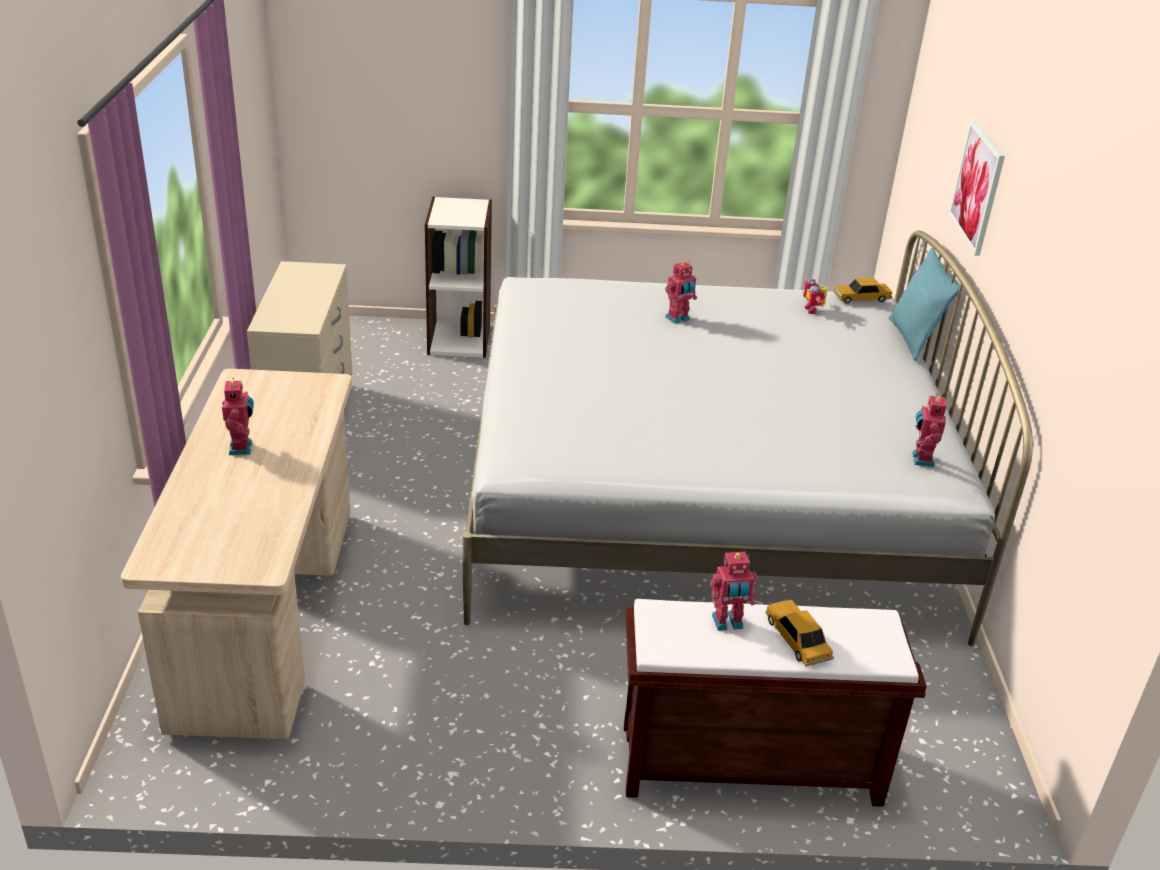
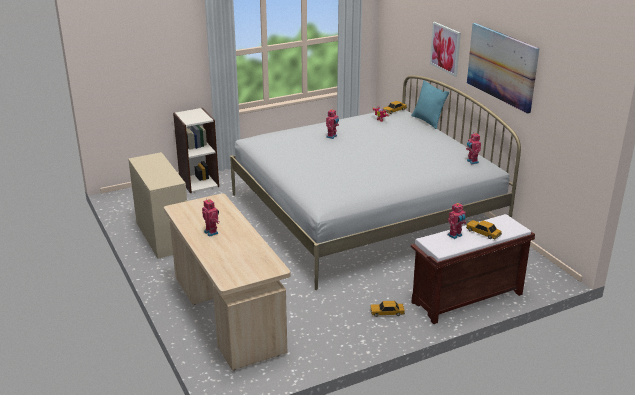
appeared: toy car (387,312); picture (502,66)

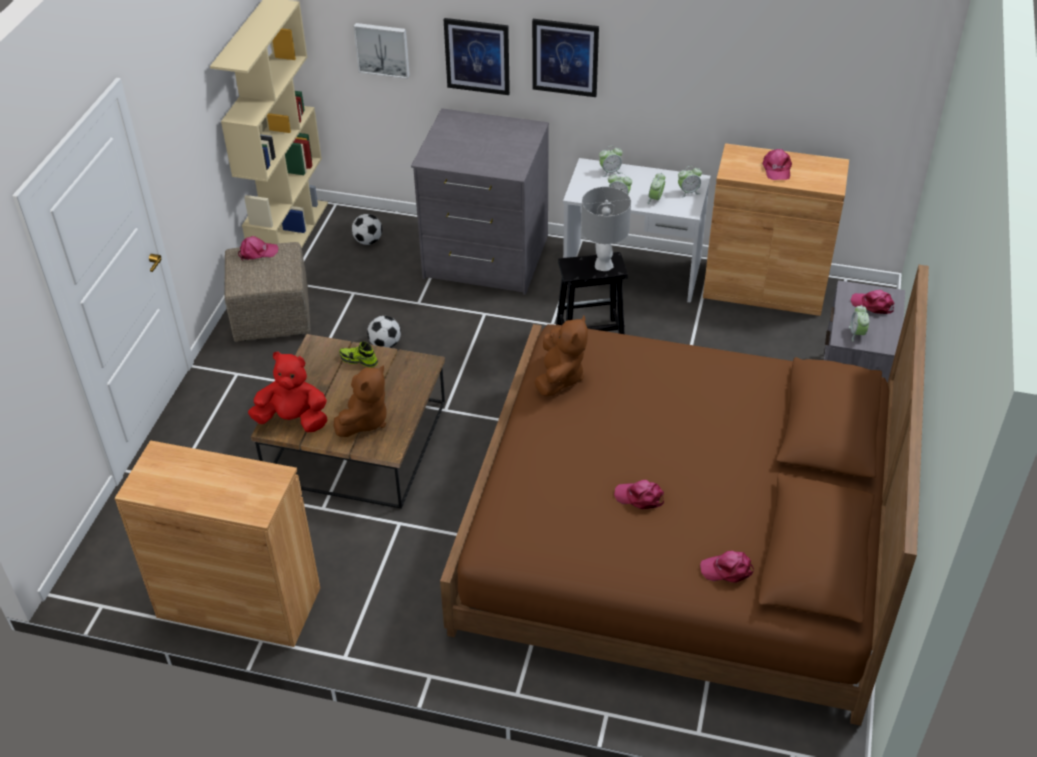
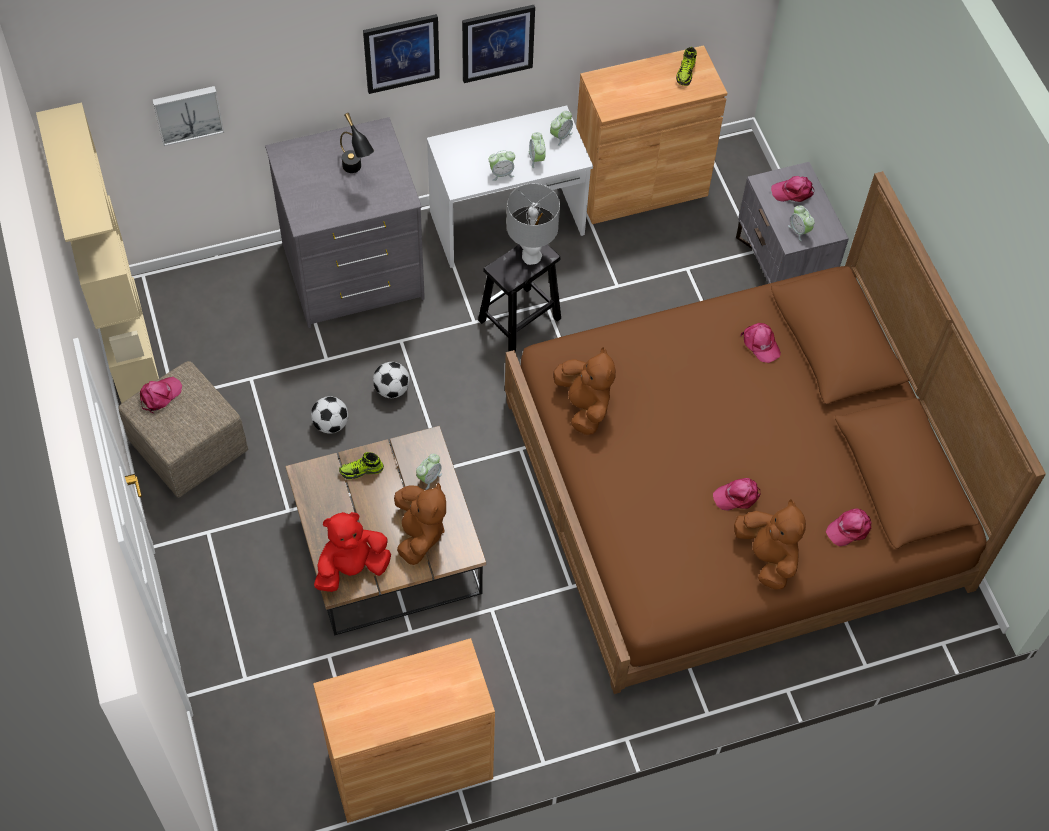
appeared: black-coloured lamp for a table (356,172); low shoe (686,73); brownish cuddly toy (767,557)
relocated: ball for football (368,241) to (392,389); picture (477,56) to (497,43); alarm clock (610,172) to (429,478); pink baseball cap (776,169) to (760,344)

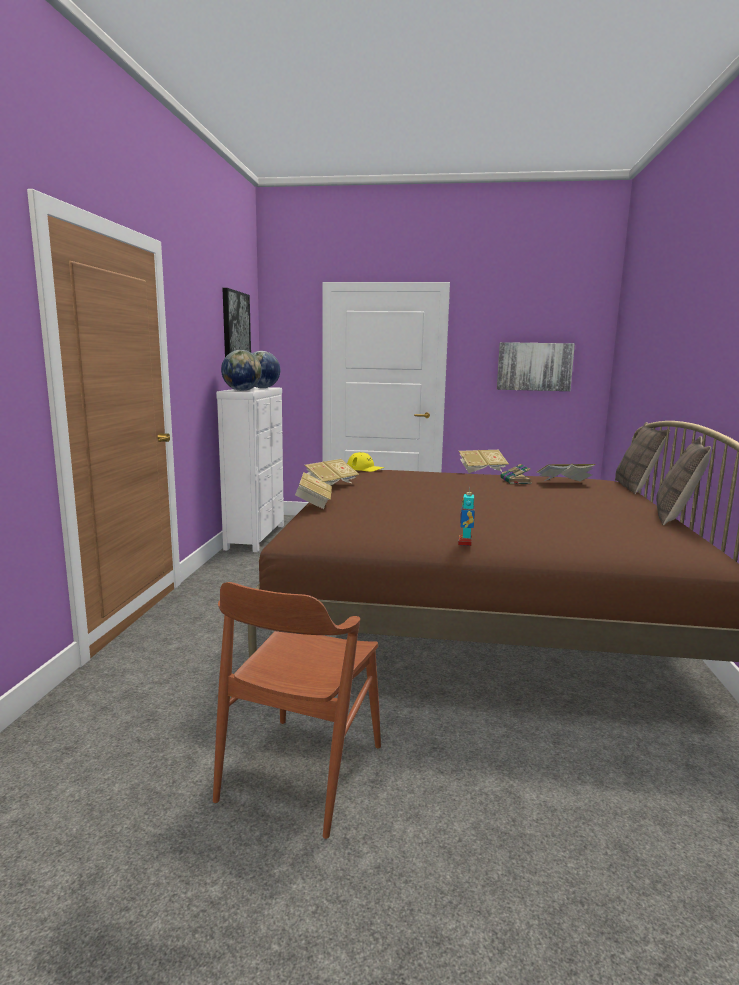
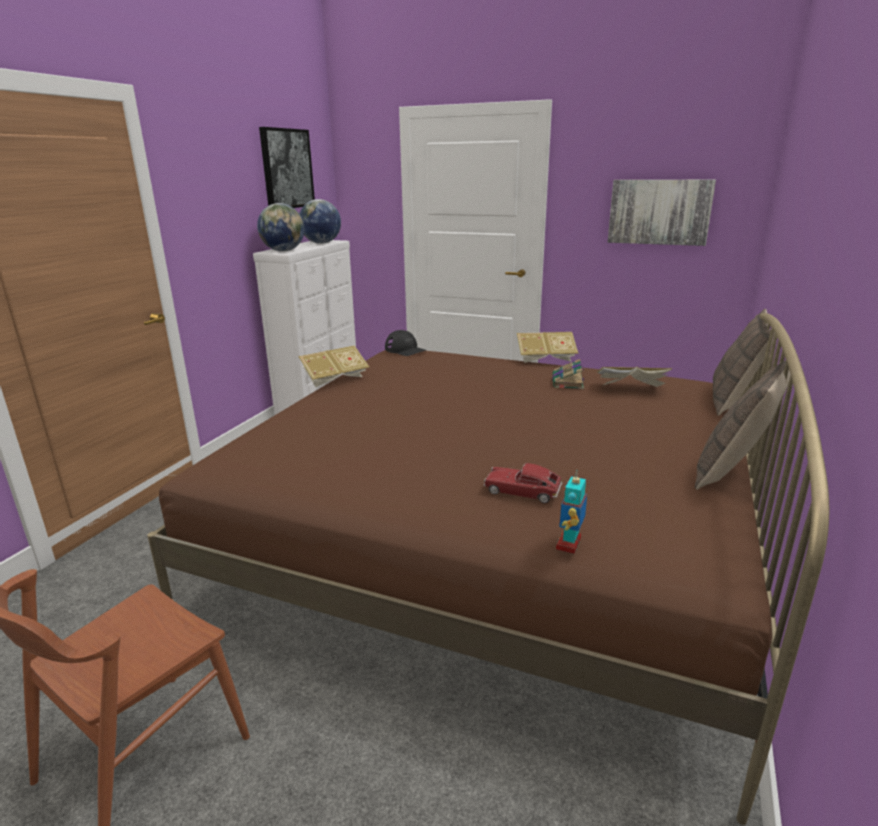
missing: bound book (314,503)
appeared: toy car (522,491)
relocated: robot figure (465,542) to (569,544)
colour: yellowish baseball cap (365,468) to black-coloured baseball cap (405,350)

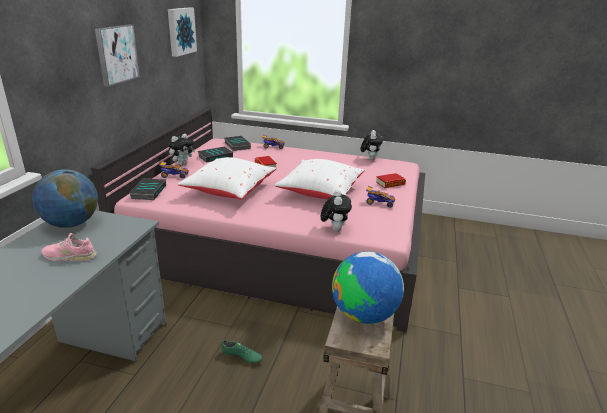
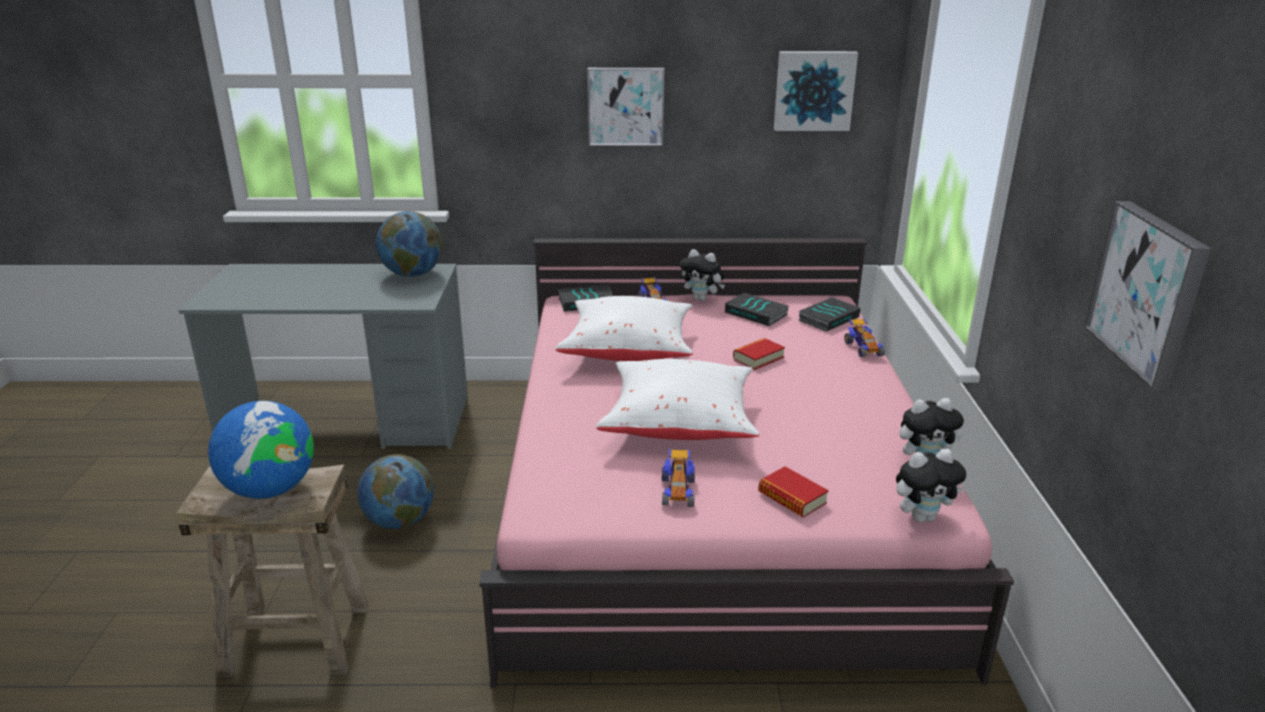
missing: pink low shoe (70,256)
appeared: picture (1148,292)
relocated: cuddly toy (334,229) to (922,517)
exchanged: greenish low shoe (241,357) to globe (400,521)

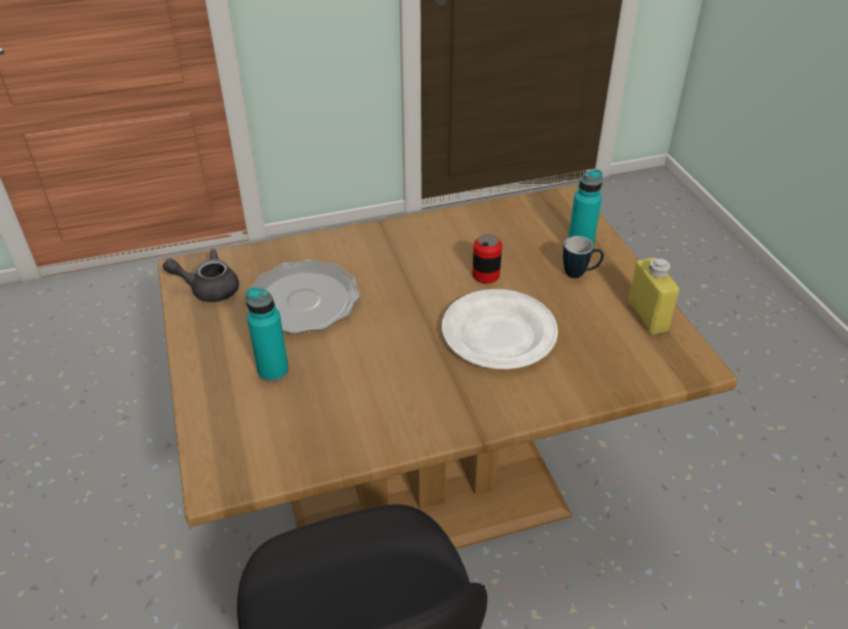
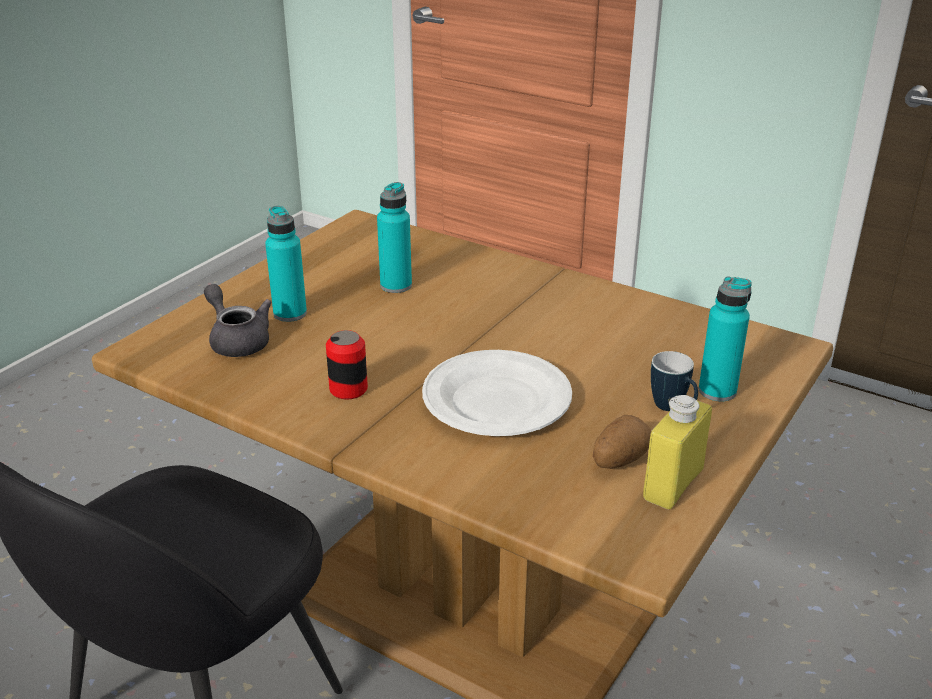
appeared: spud (619,460)
relocated: grey pot for tea (209,289) to (237,340); sealed can (486,275) to (348,389)
exchanged: dinner plate (304,300) to blue-green drink bottle (396,285)

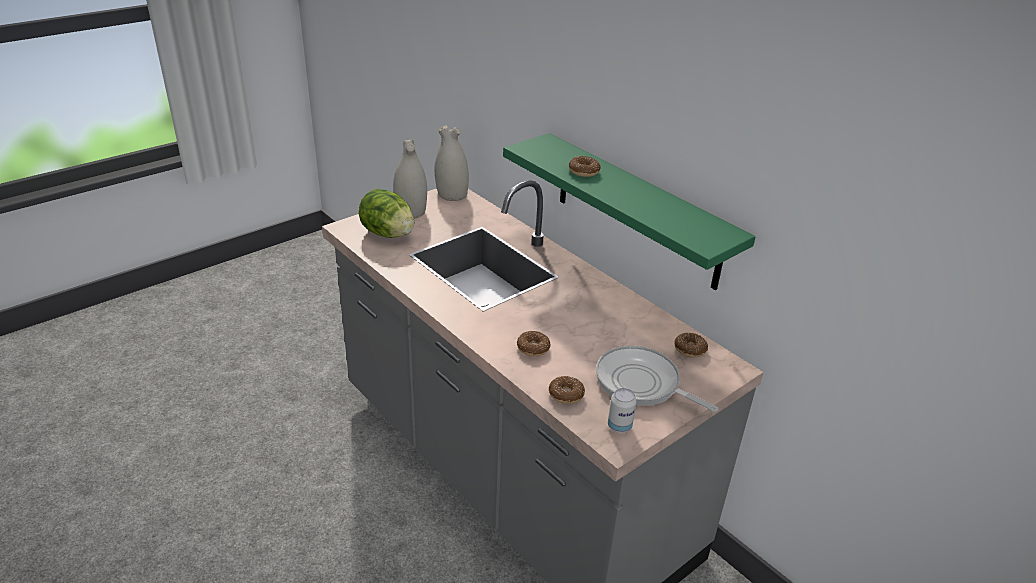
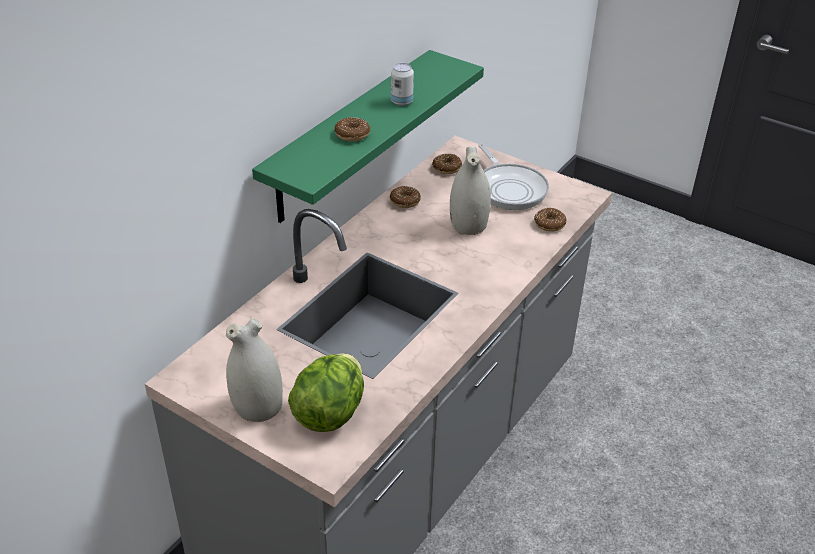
relocated: whitish decorative vase (451,195) to (468,226); donut (533,348) to (405,201); sealed can (619,426) to (401,102)
spun: frying pan (641,384) = (509,188) 45 degrees counterclockwise

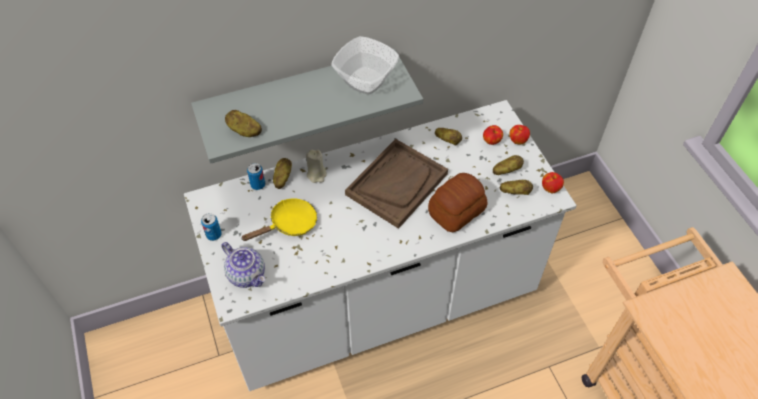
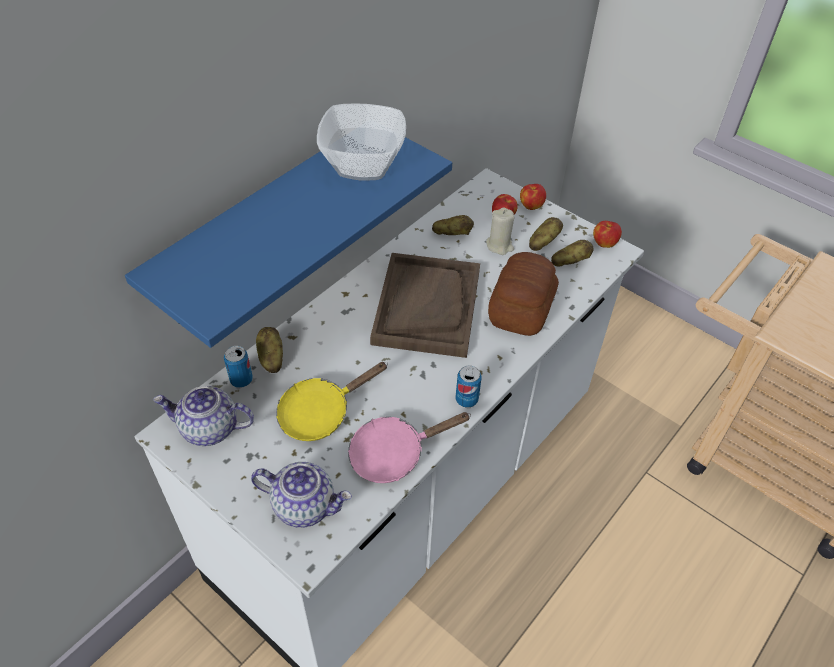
missing: spud (244,131)
appeared: pot for tea (209,429); pink frying pan (394,453)
relocated: sealed can (214,235) to (466,399); beige-coloured wax light (316,175) to (499,246)
colour: grey wall shelf (298,96) to blue-coloured wall shelf (266,224)
spun: yellowish frying pan (289,224) = (320,412) 150 degrees counterclockwise

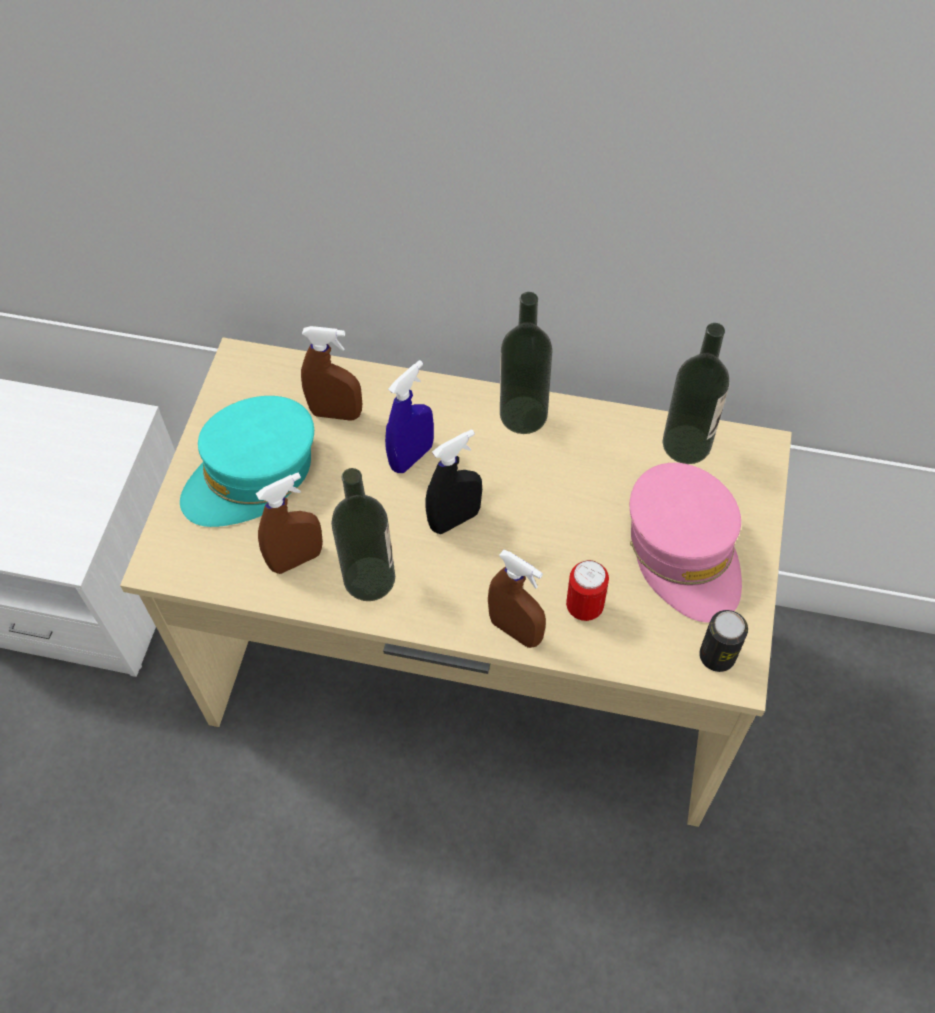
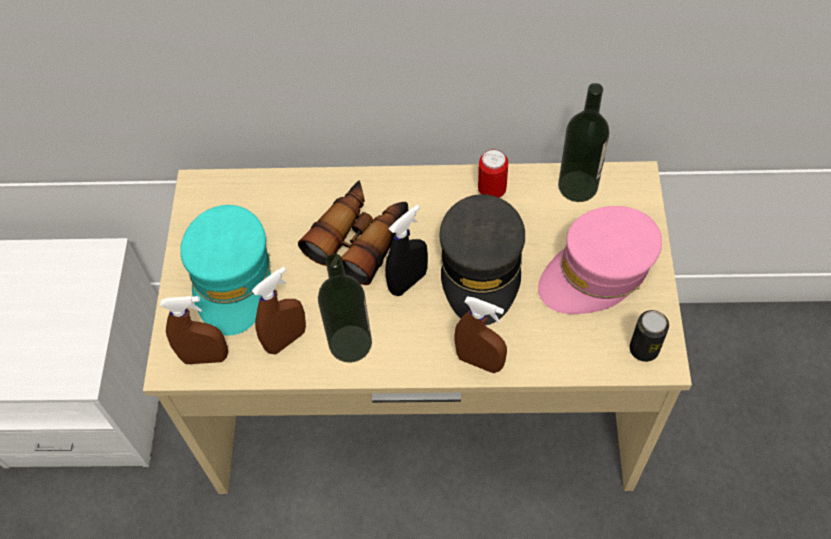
missing: drink bottle (523,415)
appeared: grey baseball cap (481,268)
relocated: brownish hand sprayer (336,413) to (205,357); sealed can (584,607) to (492,191)
exchanged: blue-coloured hand sprayer (412,457) to pair of binoculars (360,238)
spun: blue-green baseball cap (252,475) = (232,278) 45 degrees counterclockwise; pink baseball cap (684,552) = (597,272) 90 degrees clockwise

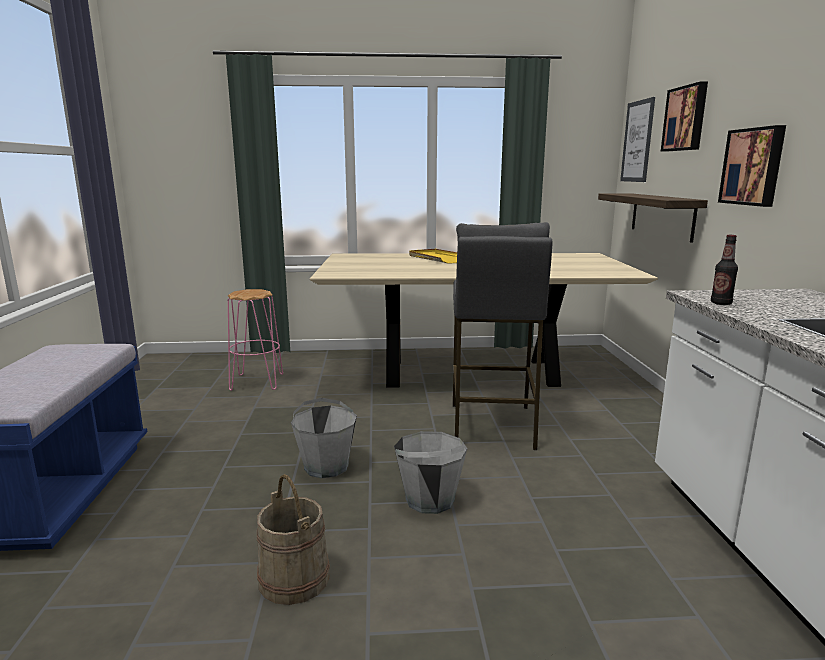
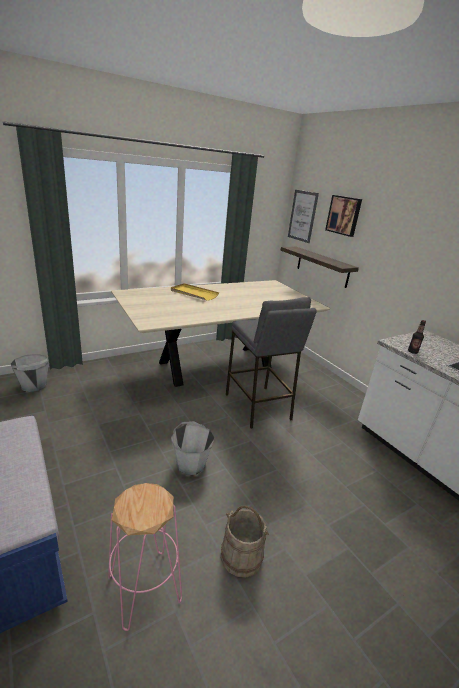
missing: picture (753,166)
relocated: pink sitting stool (257,382) to (144,587); grey water bucket (429,500) to (33,385)

